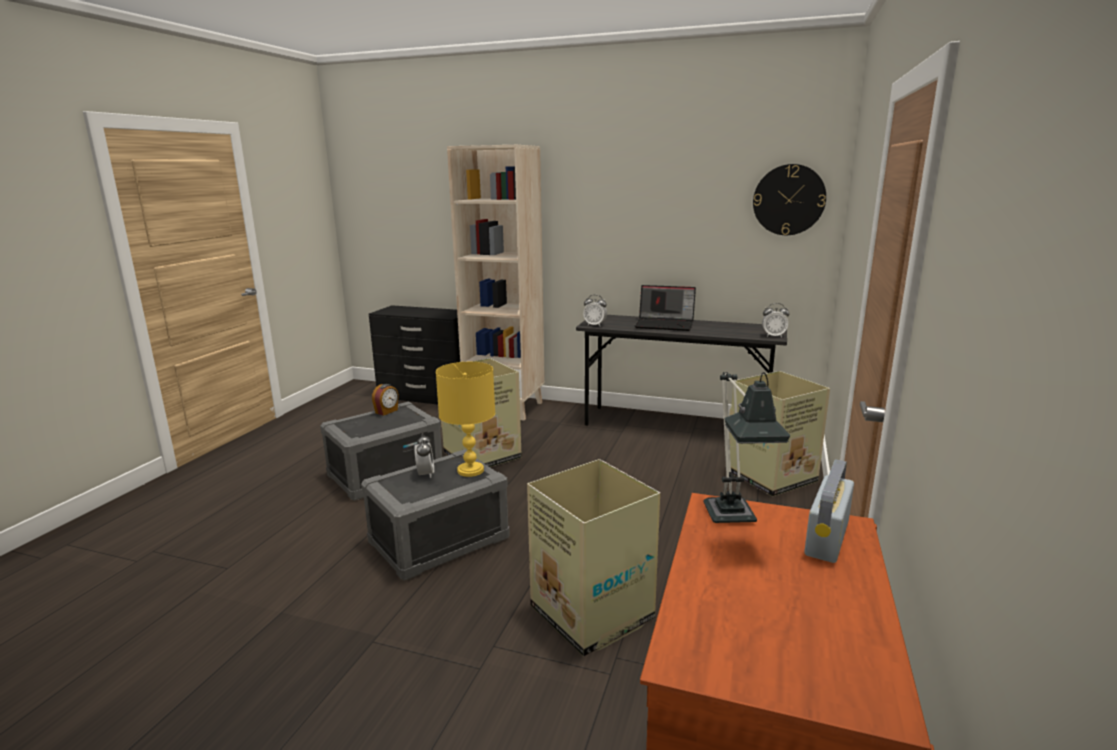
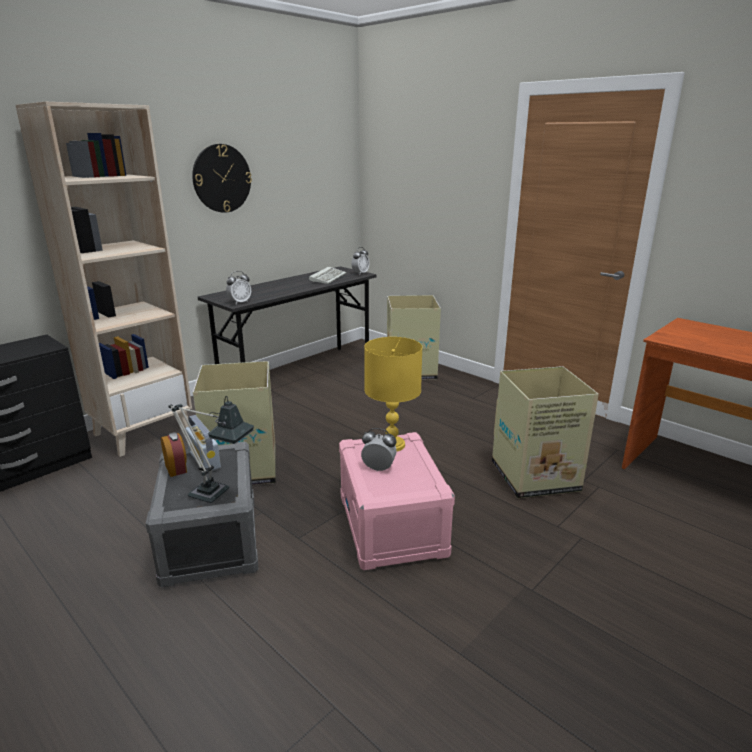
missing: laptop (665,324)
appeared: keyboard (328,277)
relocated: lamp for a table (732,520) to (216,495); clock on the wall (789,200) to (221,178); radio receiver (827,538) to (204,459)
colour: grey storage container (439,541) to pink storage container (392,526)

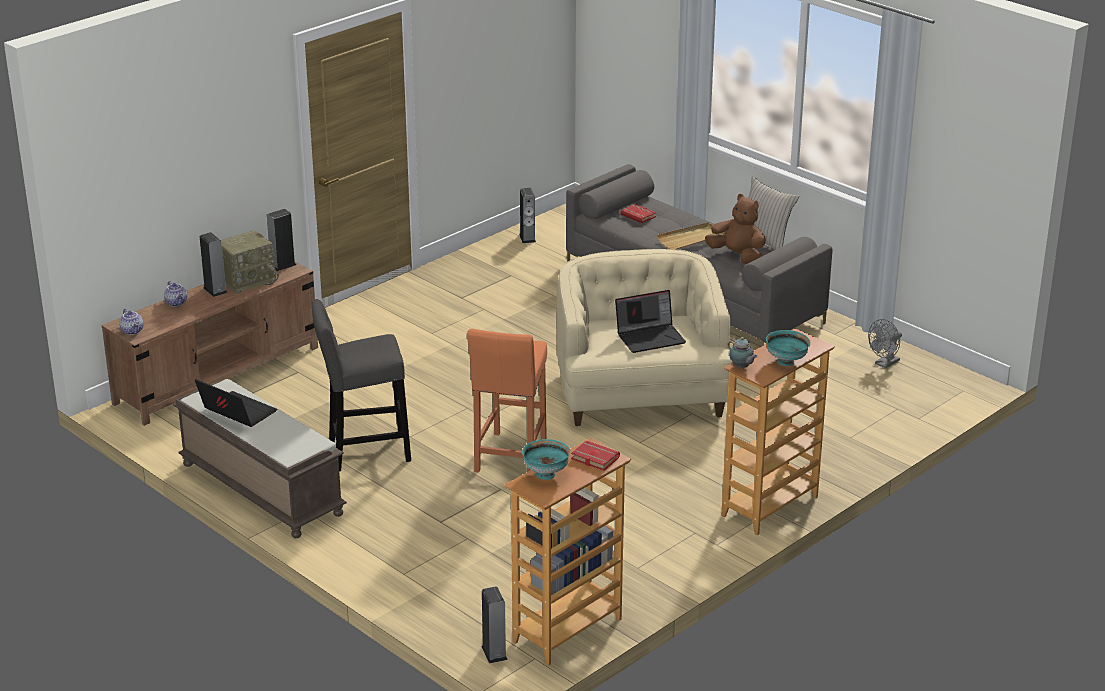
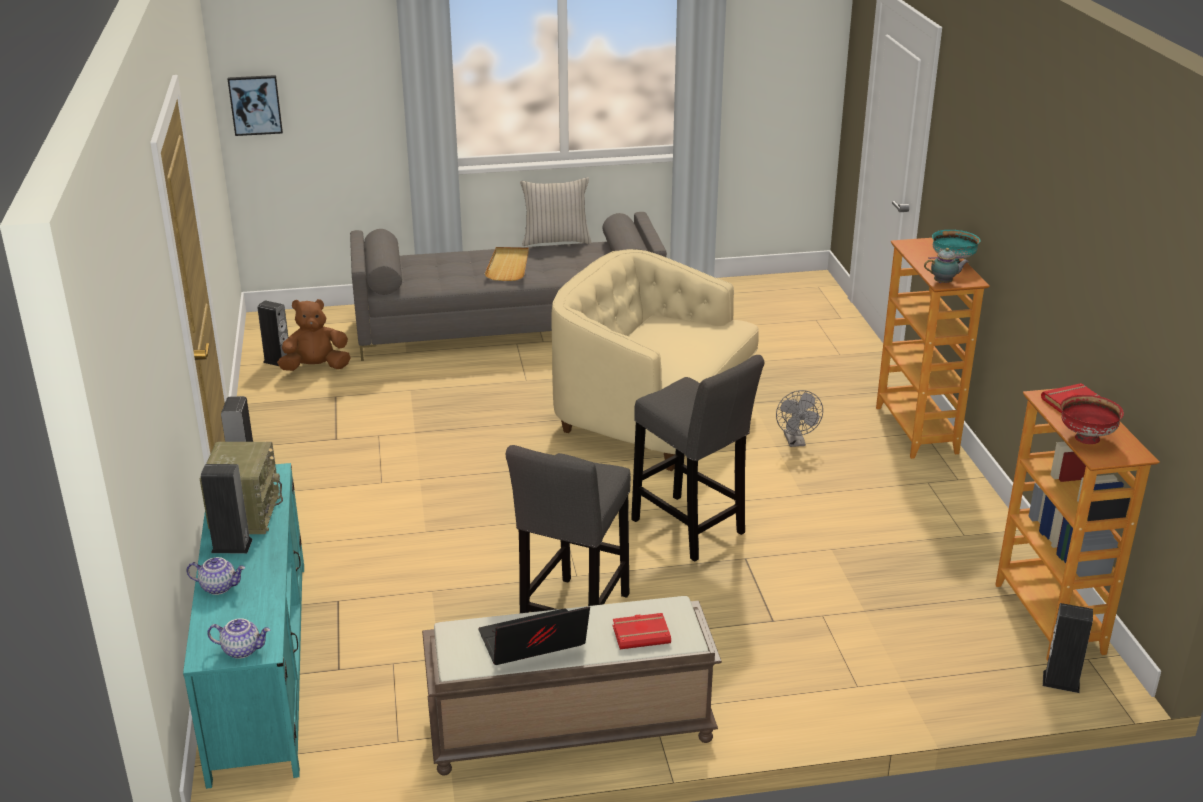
missing: laptop (650,337)
appeared: picture (255,105)
relocated: red-coloured bound book (639,216) to (642,634); brownish cuddly toy (737,256) to (316,368); grey electric fan (884,364) to (796,442)
colour: brownish tv stand (218,375) to blue-green tv stand (260,665); orange-coloured sitting stool (510,458) to grey sitting stool (691,530); blue-green serving bowl (545,474) to red-coloured serving bowl (1085,438)

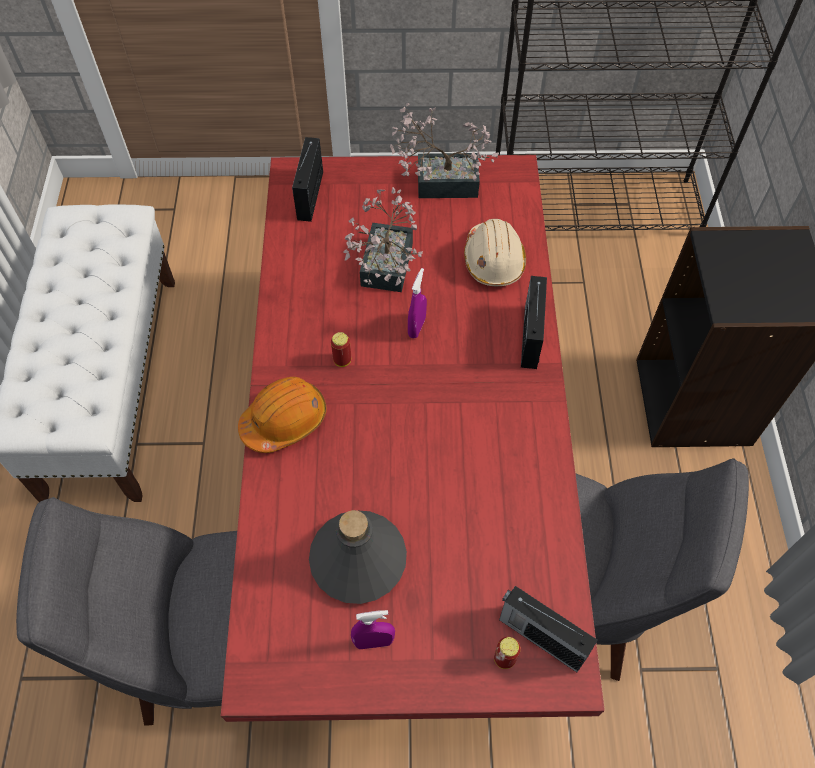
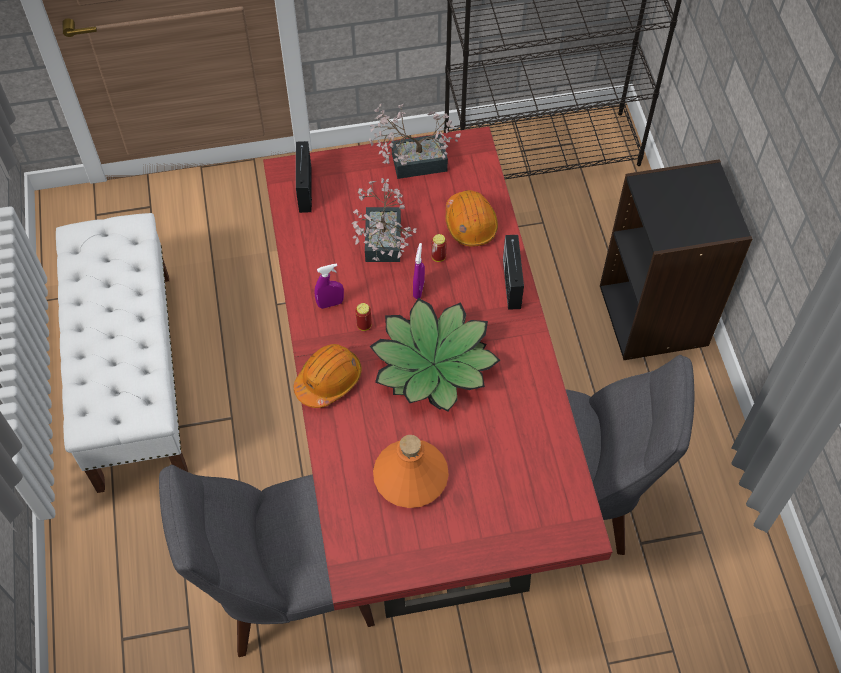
missing: radio receiver (540,636)
appeared: potted plant (433,363)
relocated: purple-coloured hand sprayer (374,642) to (330,303); sealed can (504,658) to (438,257)
colour: grey drink bottle (359,560) to orange-coloured drink bottle (411,476); beige-coloured hard hat (493,260) to orange-coloured hard hat (470,224)

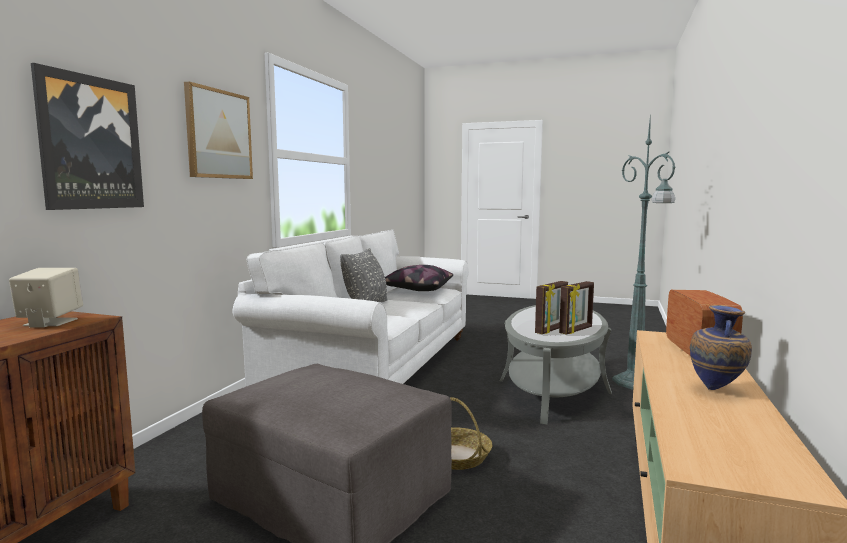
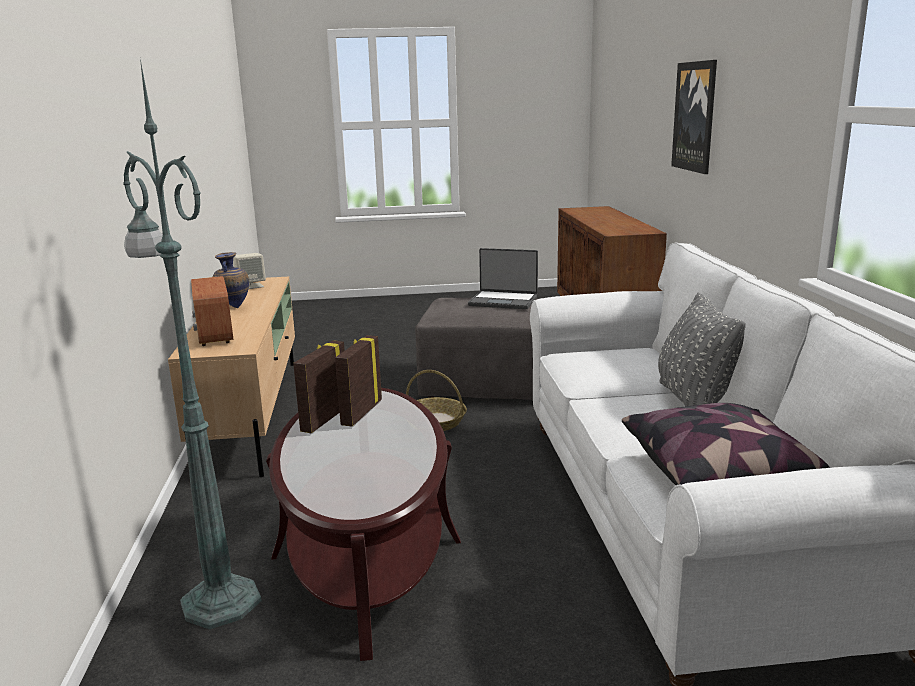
missing: picture (218,134)
appeared: laptop (503,301)
relocated: beige-coloured speaker (49,322) to (251,286)
colour: grey low table (553,386) to brownish low table (367,548)

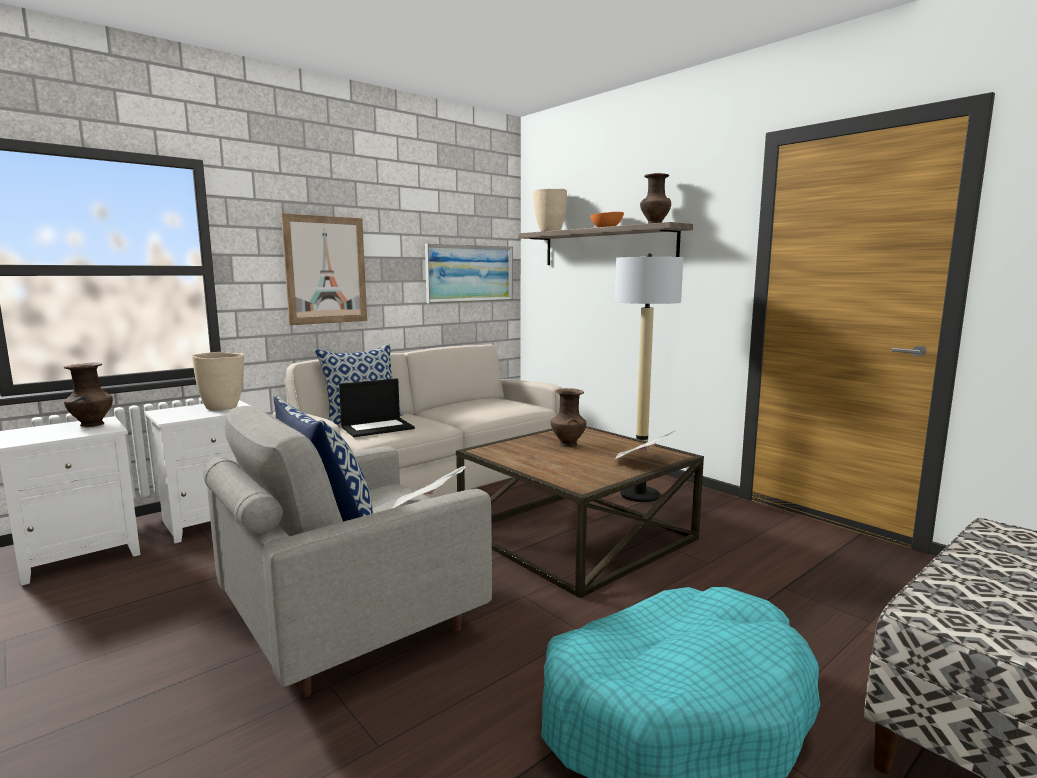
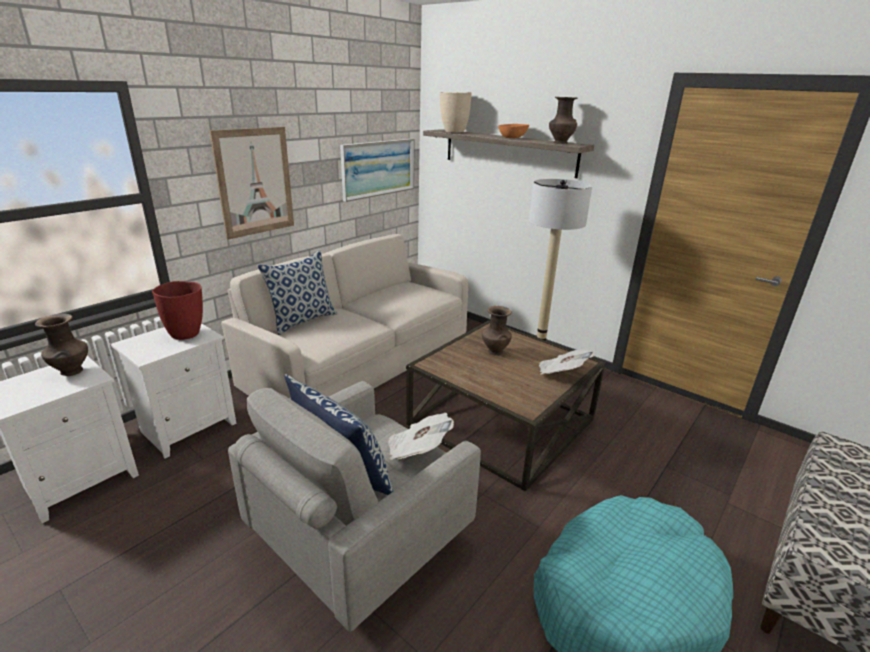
missing: laptop (378,427)
colour: beige-coloured decorative vase (223,407) to red-coloured decorative vase (186,334)

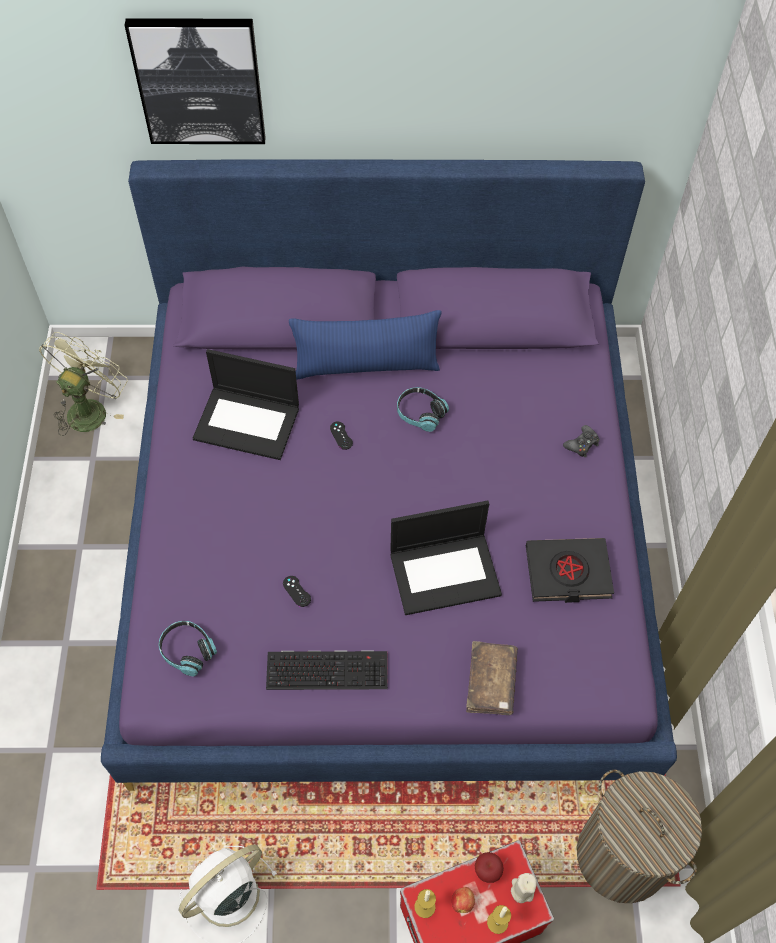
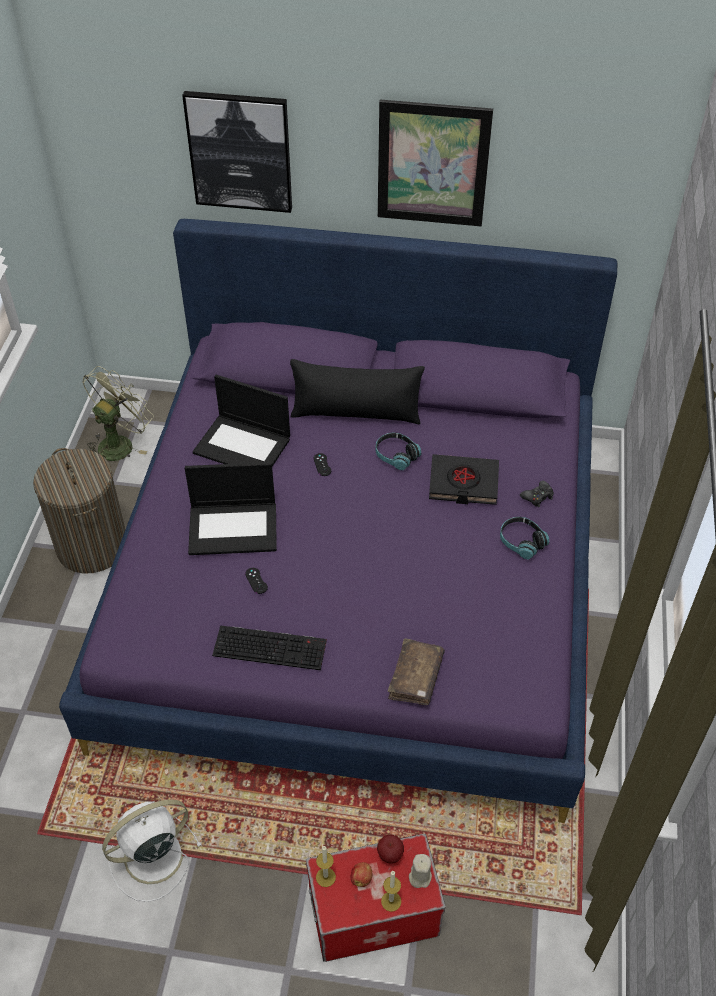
appeared: picture (432,164)
relocated: pair of headphones (187,651) to (521,542); laptop (445,572) to (234,527); black-coloured bound book (568,573) to (463,483); laundry basket (621,855) to (92,546)
colour: blue-coloured cushion (366,366) to black-coloured cushion (356,413)

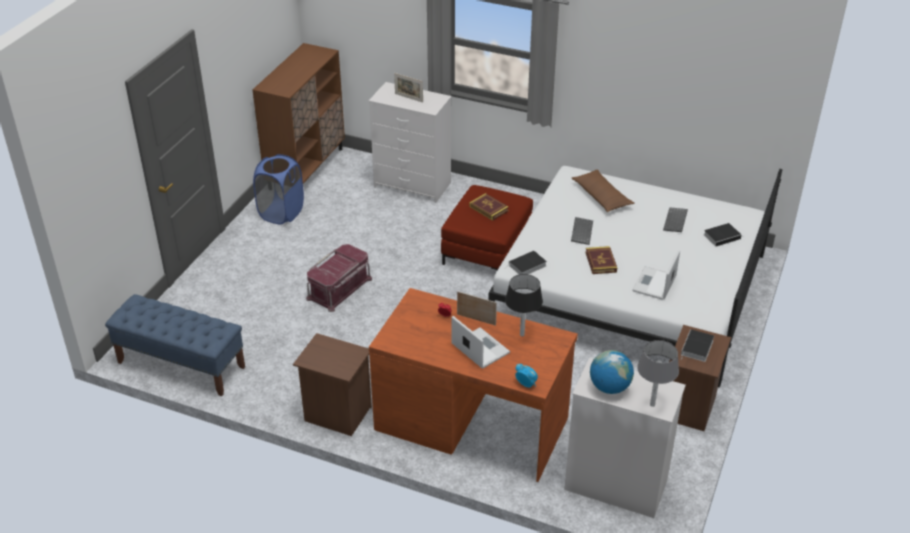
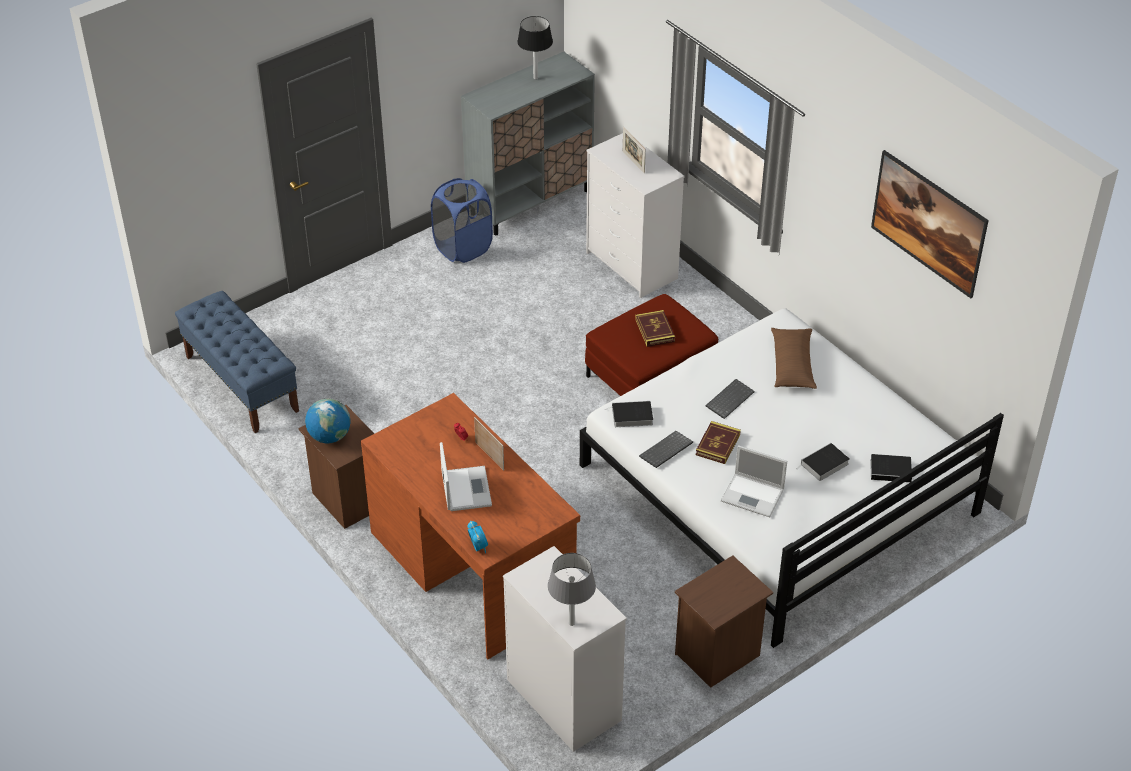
missing: red-coloured storage container (340,289)
appeared: picture (925,242)
relocated: black-coloured lamp for a table (522,335) to (535,78); globe (609,387) to (329,436); keyboard (676,221) to (666,451); bound book (697,348) to (824,465)
colour: brownish cabinet (306,168) to grey cabinet (530,202)
spun: laptop (654,284) = (753,495) 120 degrees counterclockwise

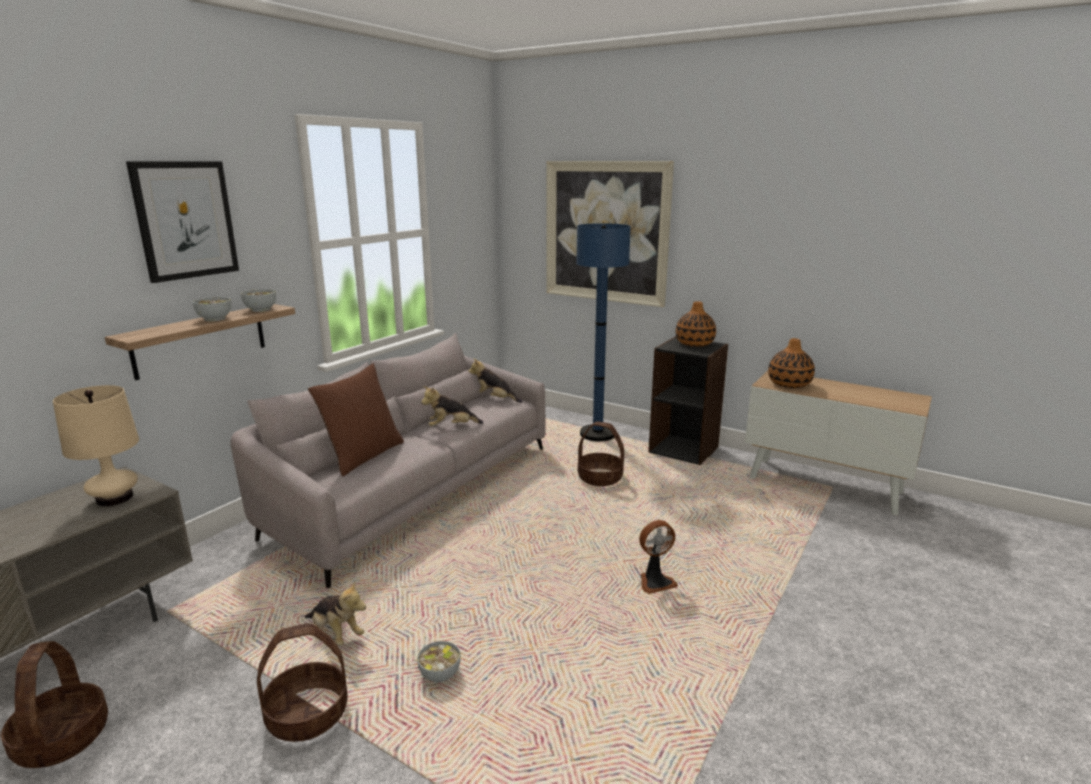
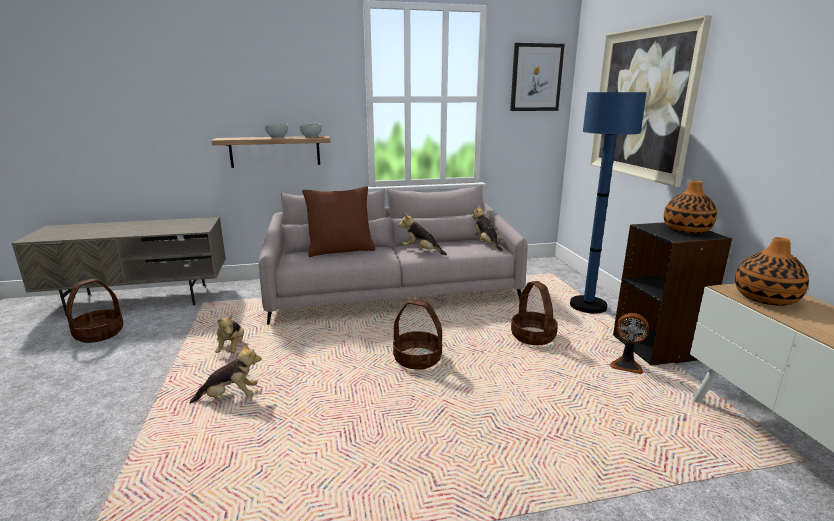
missing: beige-coloured lamp for a table (114,498)
relocated: picture (185,220) to (536,77); household basket (308,714) to (418,359); electric fan (655,582) to (626,365)
exchanged: serving bowl (439,674) to cuddly toy (230,397)

